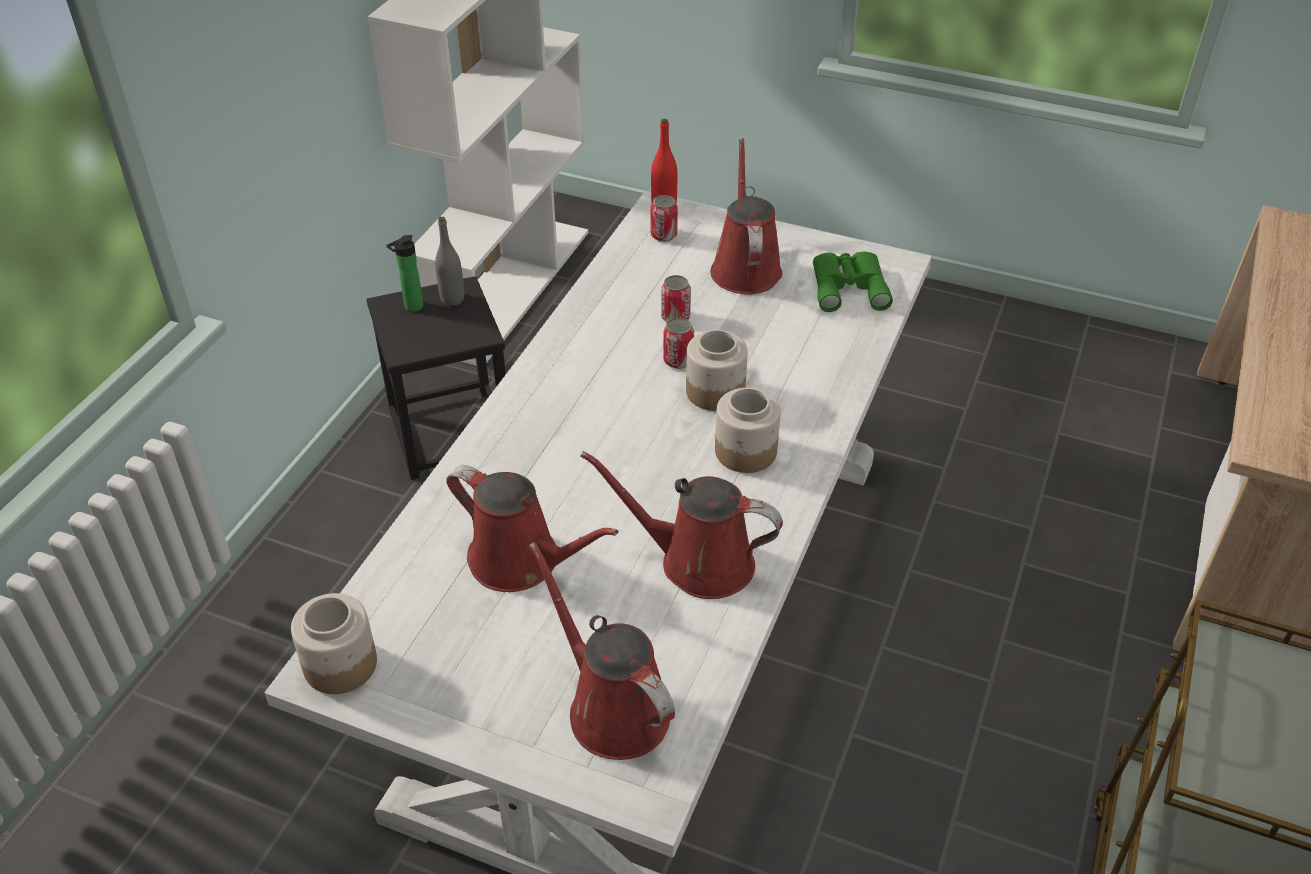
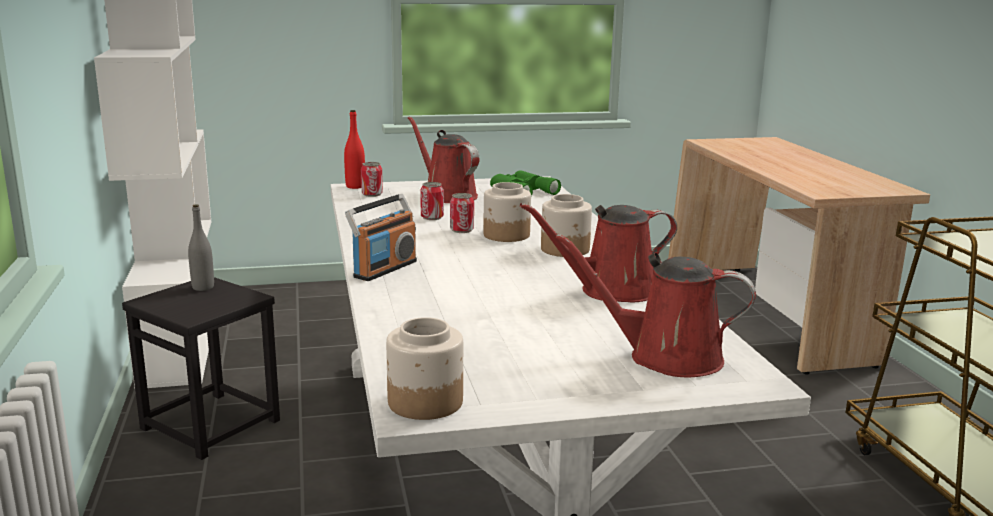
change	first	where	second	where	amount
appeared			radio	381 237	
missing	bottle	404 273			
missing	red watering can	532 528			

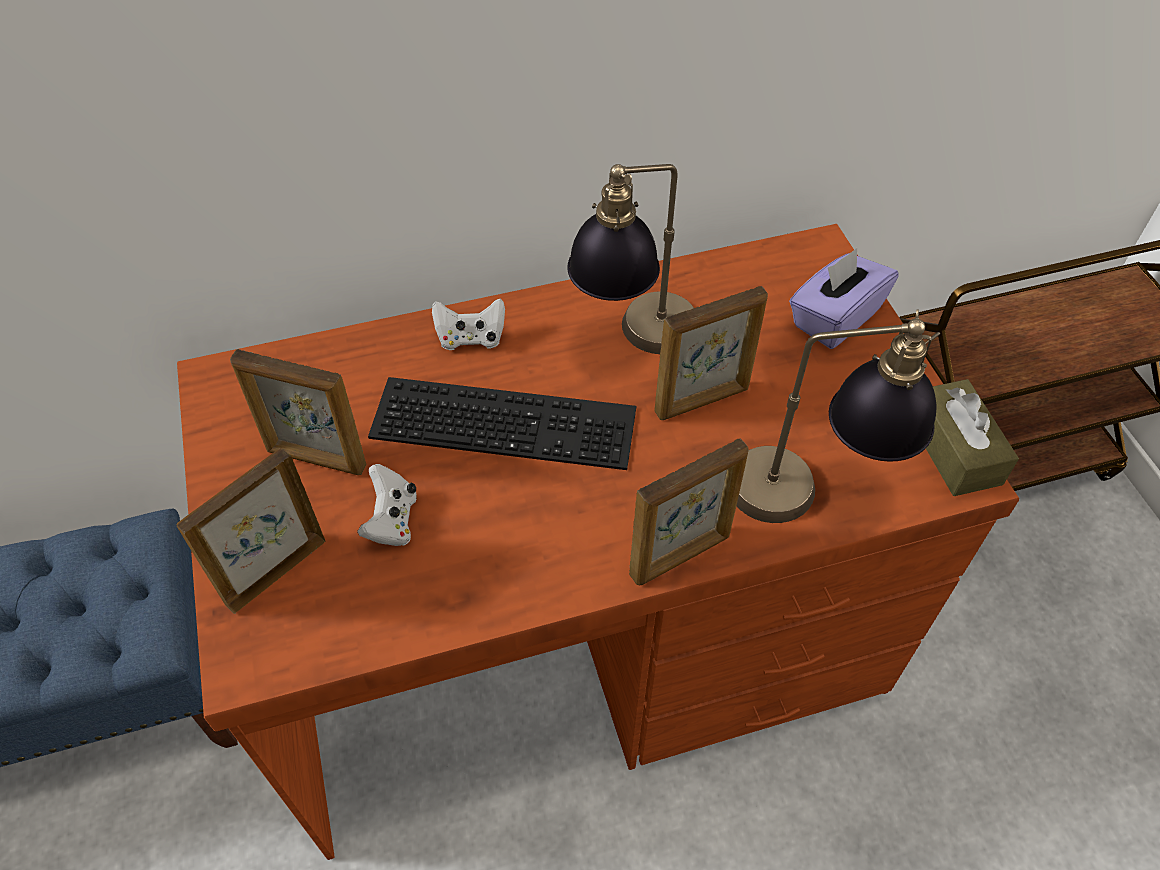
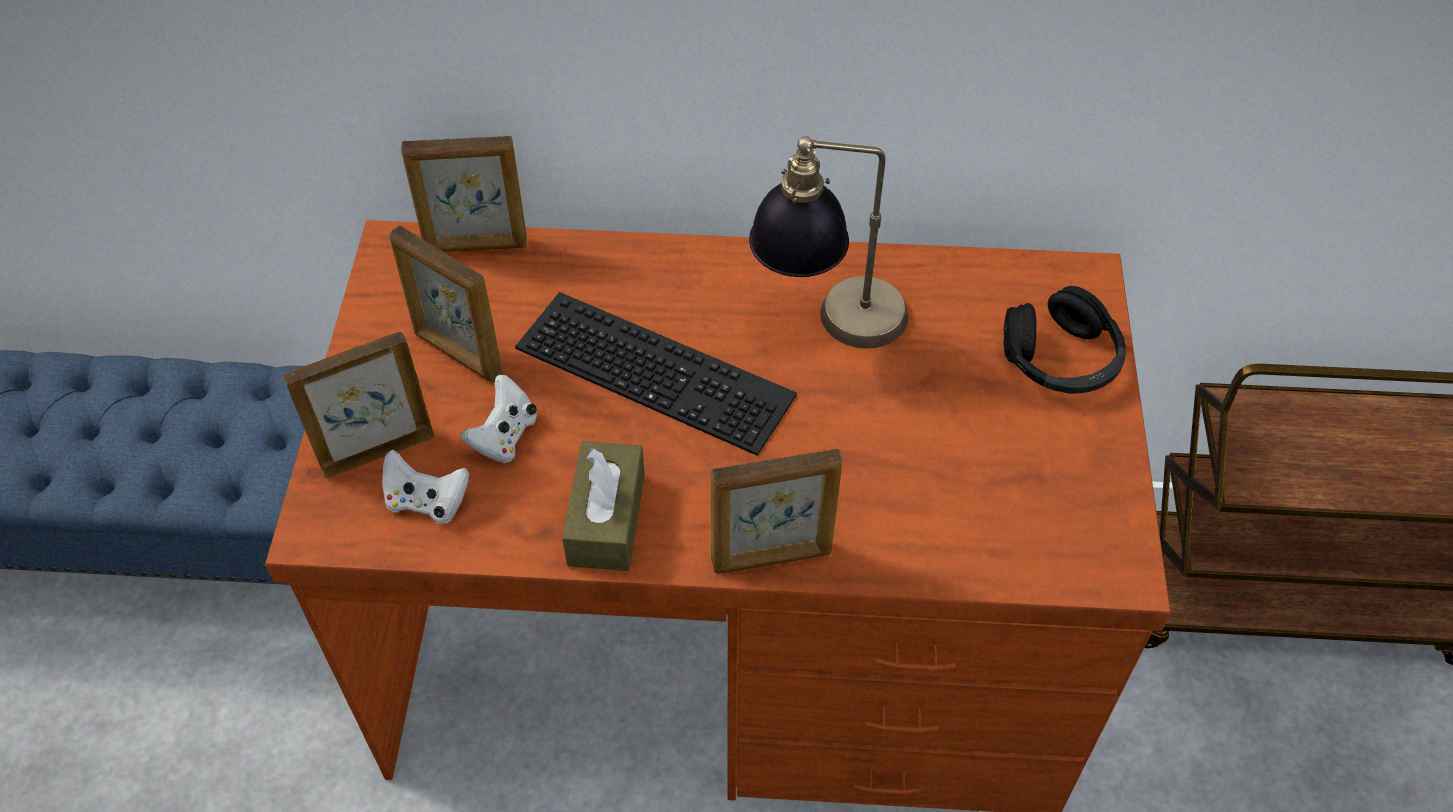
change	first	where	second	where	amount
relocated	white game controller	468 324		425 487	
relocated	picture frame	711 353		464 194	
relocated	brown tissue box	972 437		603 506	
exchanged	purple tissue box	844 298	black headphones	1064 340	
missing	table lamp	838 416			

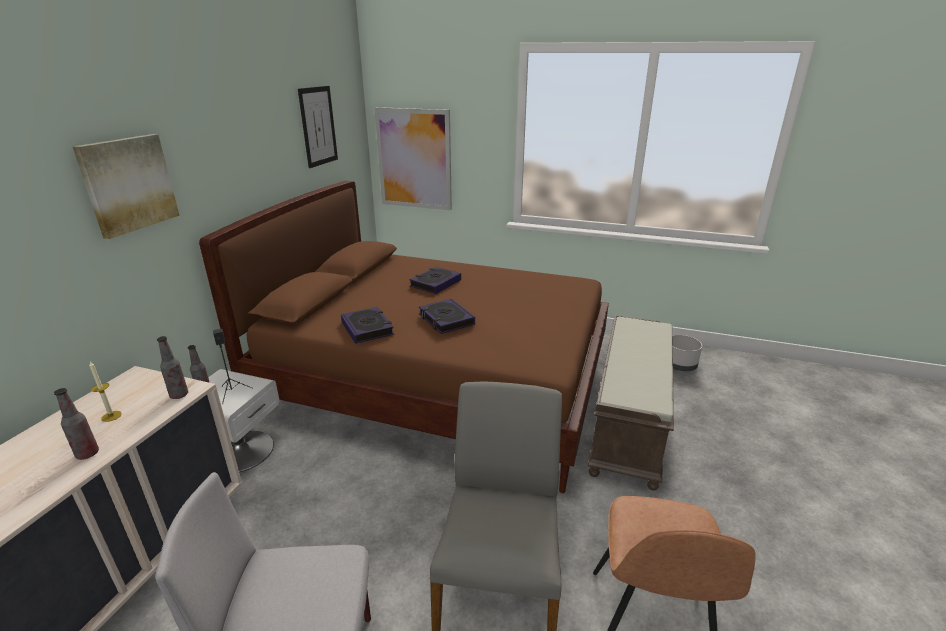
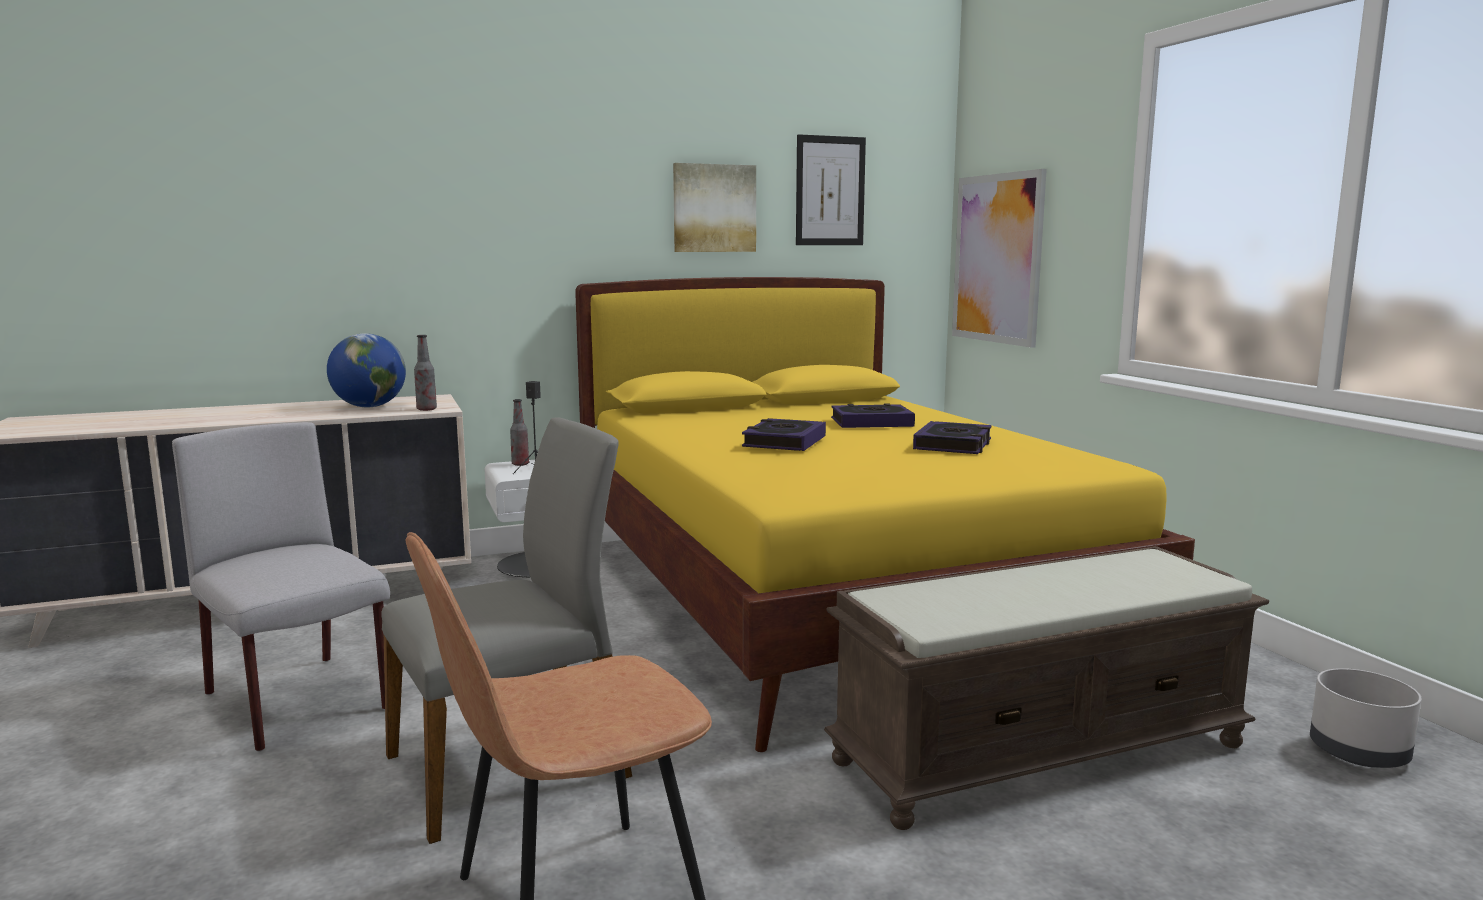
change	first	where	second	where	amount
exchanged	candle	105 392	globe	366 370	
colour	brown bed	404 337	yellow bed	885 514	
relocated	picture	126 186		714 207	
relocated	book	367 325		952 437	
missing	bottle	76 424			

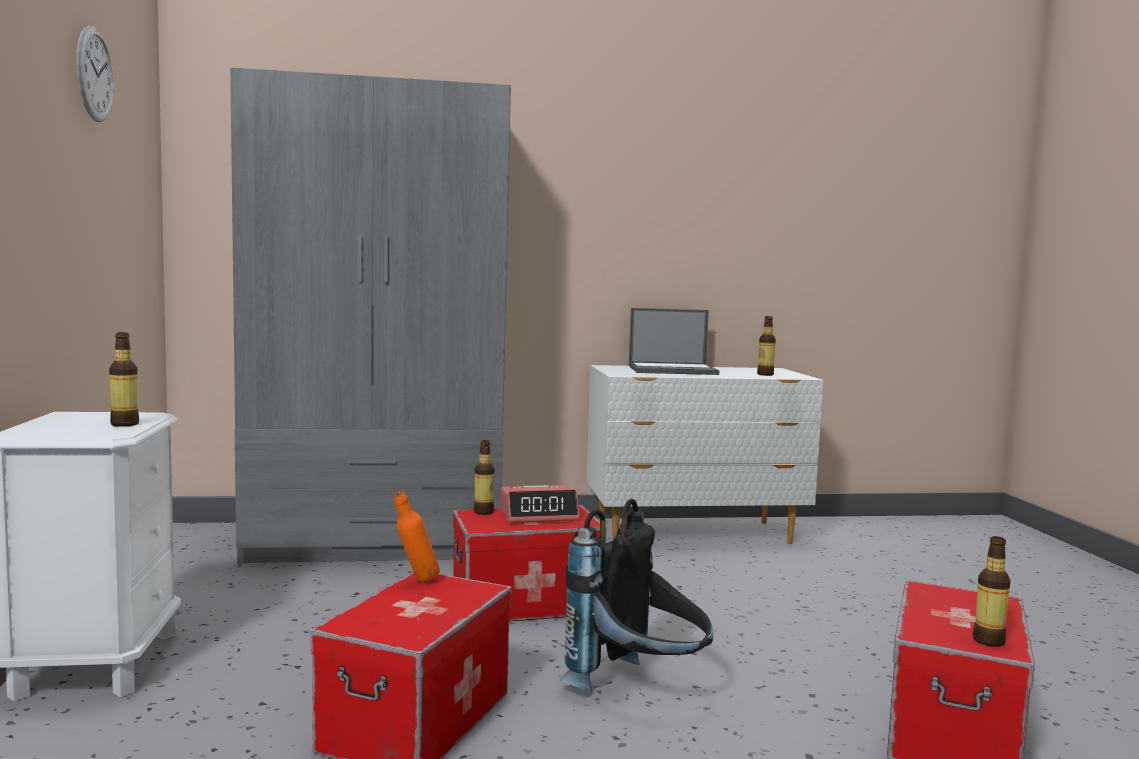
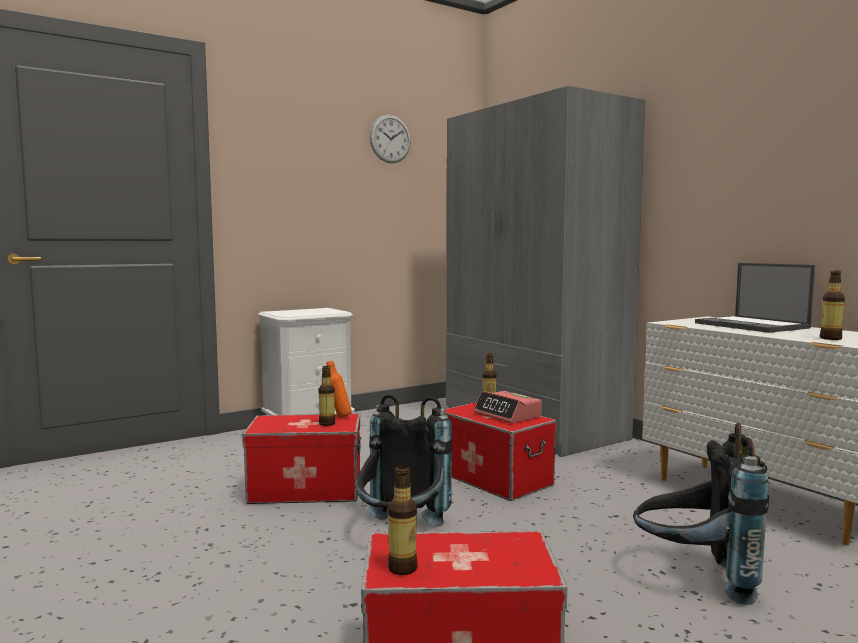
change	first	where	second	where	amount
relocated	bottle	124 379		327 396	
appeared			black backpack	701 514	

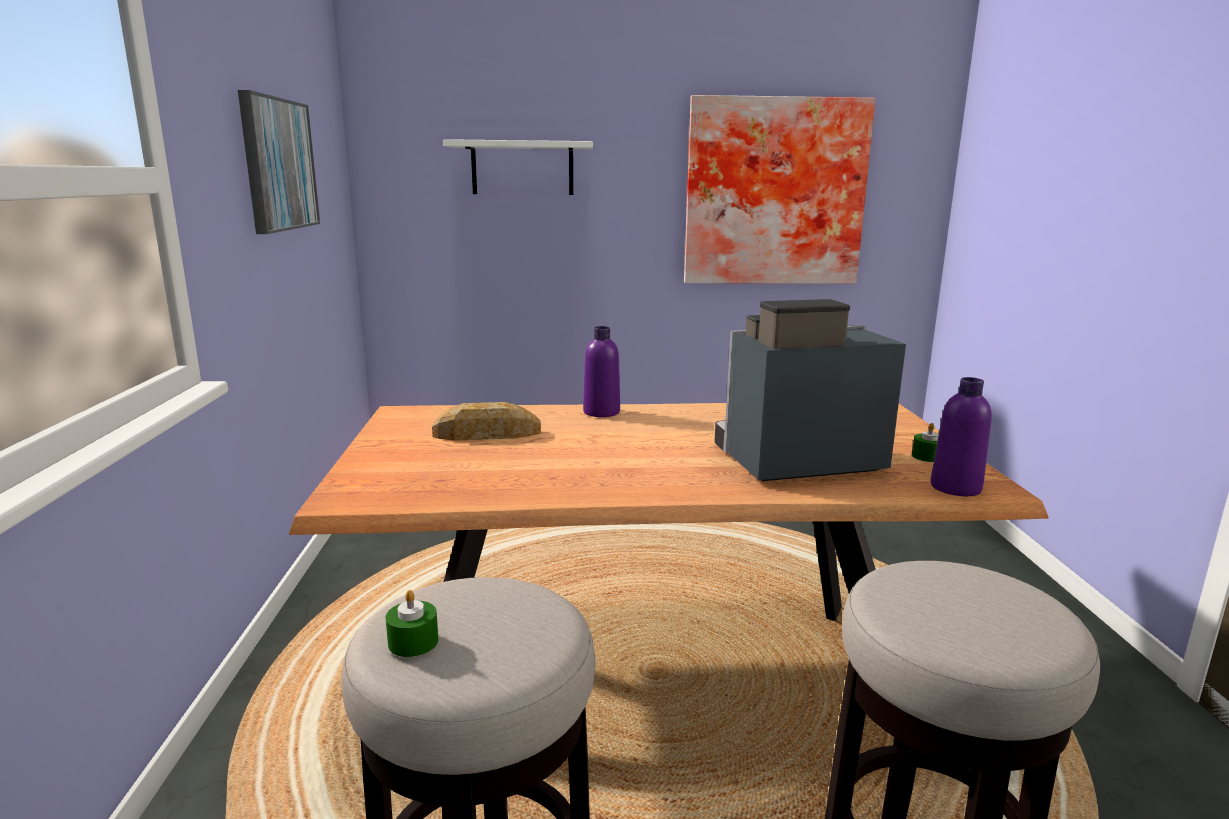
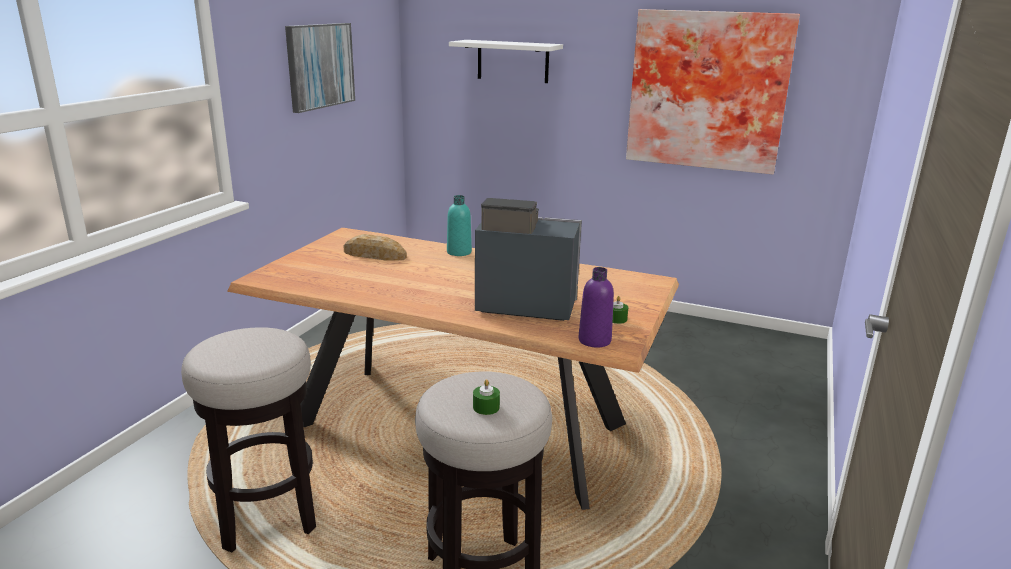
change	first	where	second	where	amount
colour	purple bottle	601 371	turquoise bottle	459 225	
relocated	green candle	412 623		486 397	

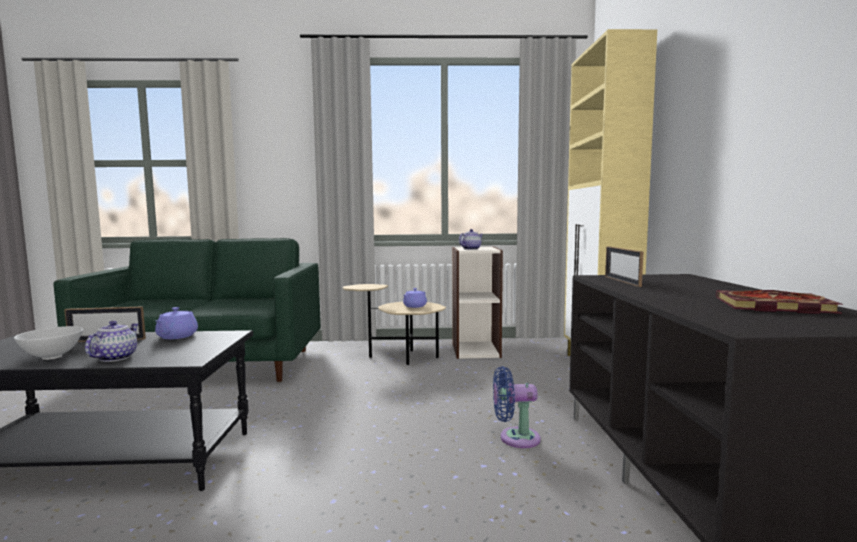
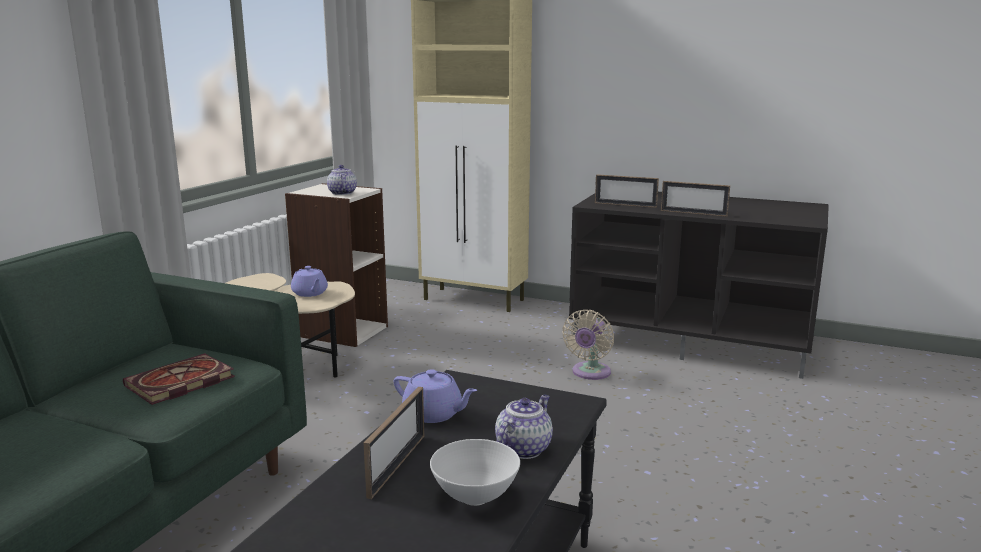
change	first	where	second	where	amount
relocated	book	779 302		179 379	
spun	teapot	111 341		524 427	90 degrees clockwise
colour	blue fan	517 407	beige fan	588 345	
appeared			picture frame	695 199	

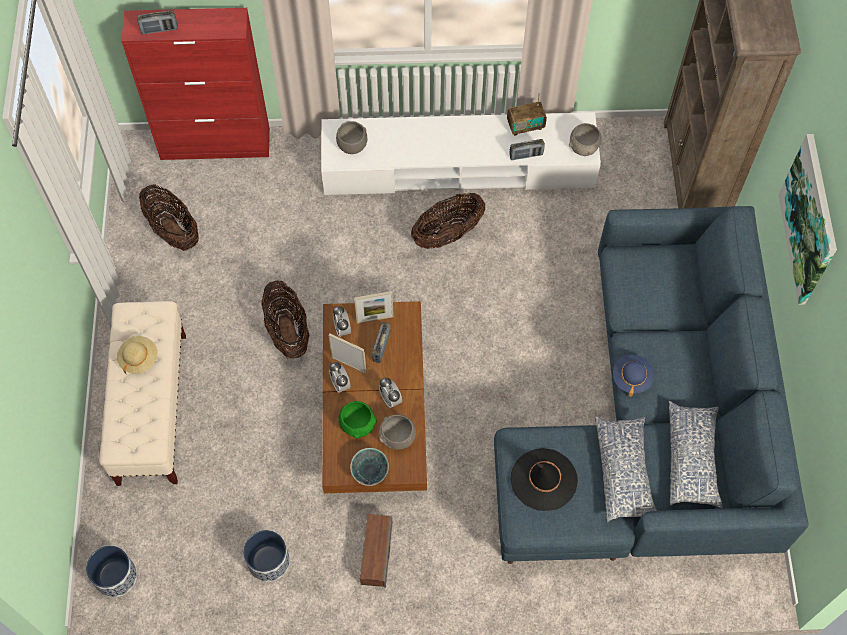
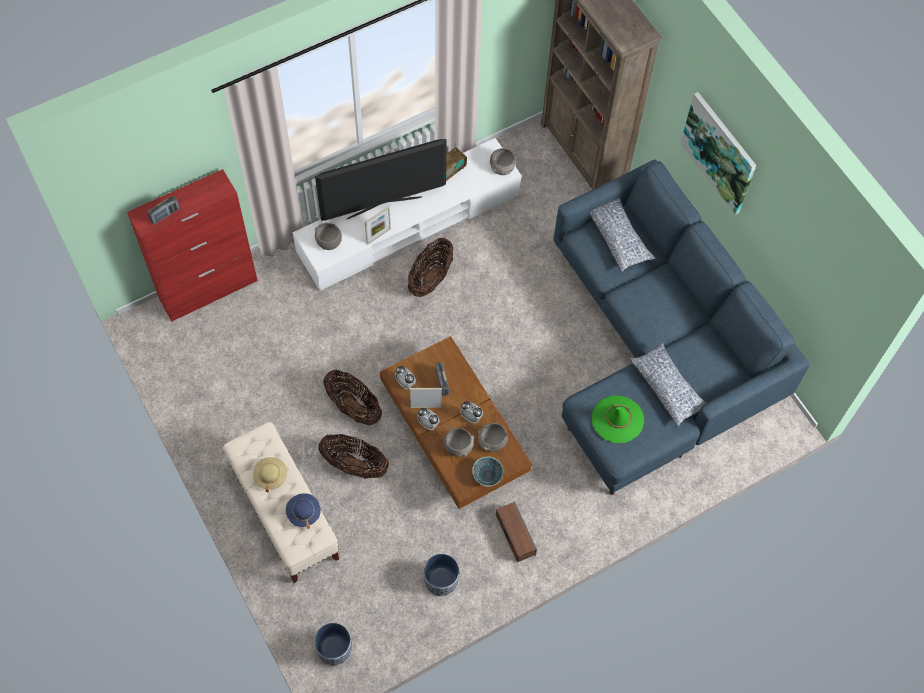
change	first	where	second	where	amount
relocated	blue hat	633 376		303 511	
appeared			television	381 180	
relocated	basket	169 217		353 456	
relocated	picture frame	374 307		378 225	
colour	green bowl	357 420	grey bowl	458 442	
relocated	pillow	695 454		622 235	
colour	black hat	544 479	green hat	618 419	
missing	radio	527 149			

